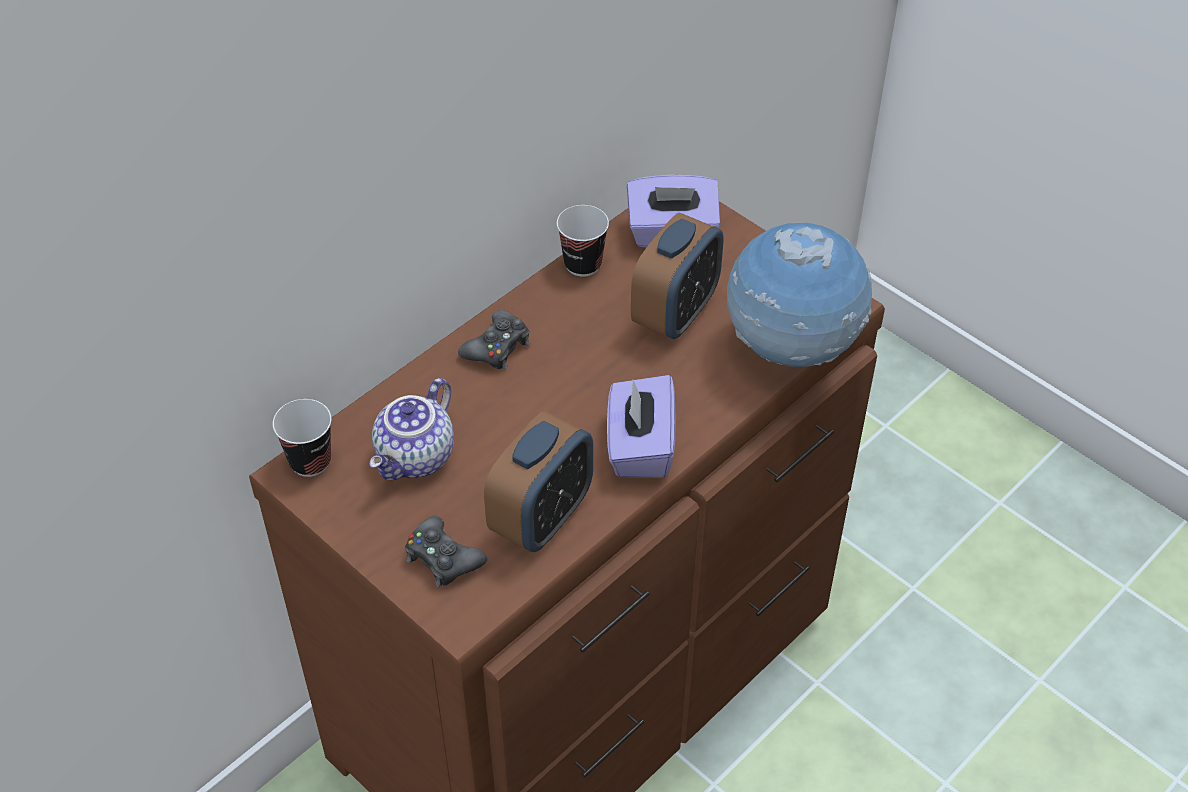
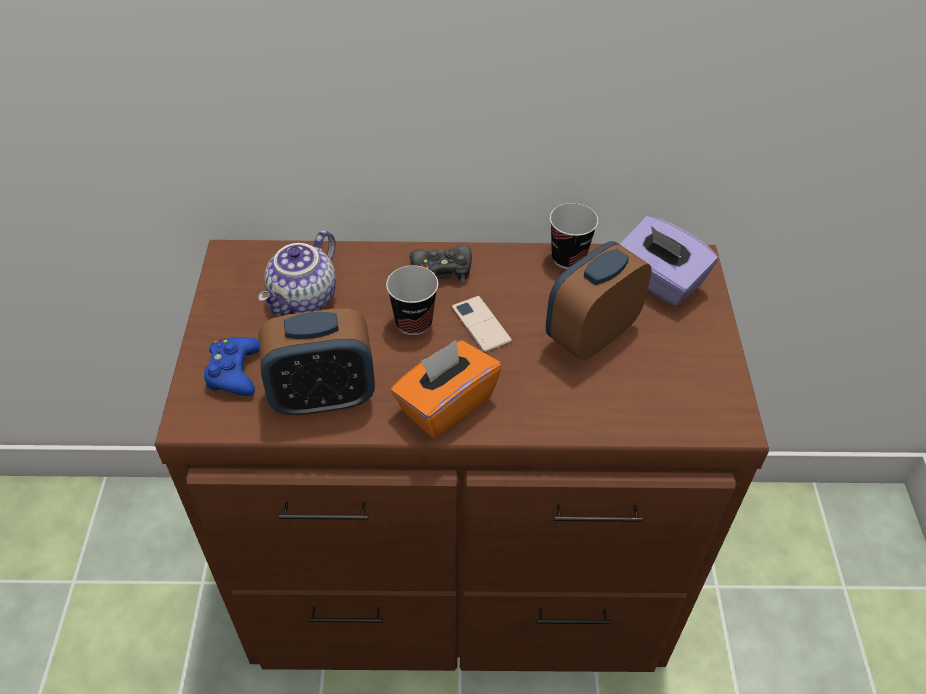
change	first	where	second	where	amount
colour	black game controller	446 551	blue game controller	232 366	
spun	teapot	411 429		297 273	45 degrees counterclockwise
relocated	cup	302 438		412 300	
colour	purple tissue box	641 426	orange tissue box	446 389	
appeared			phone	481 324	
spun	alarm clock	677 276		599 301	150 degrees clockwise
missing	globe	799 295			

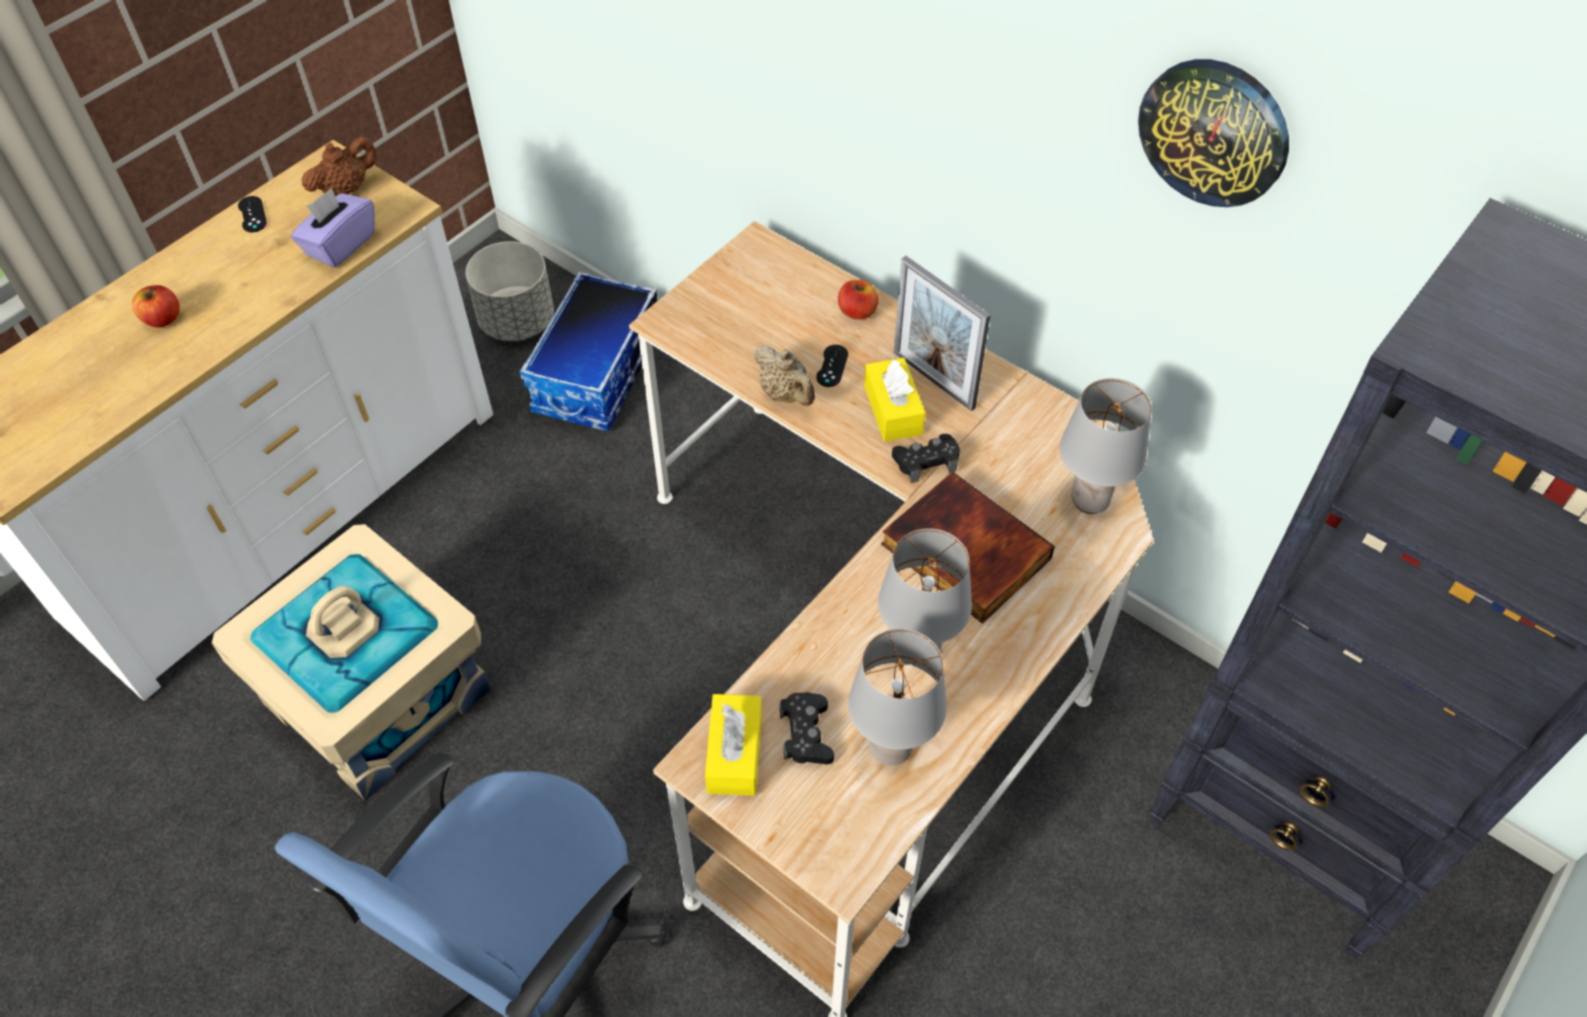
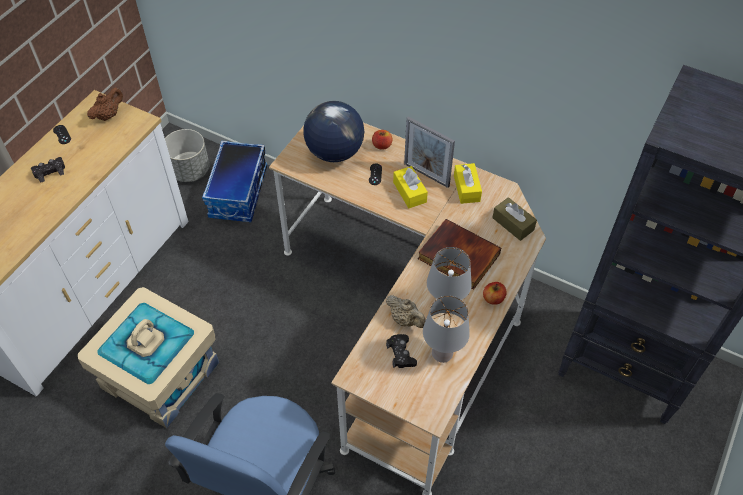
change	first	where	second	where	amount
relocated	black game controller	926 458		48 169	
appeared			globe	333 131	
relocated	beige teapot	784 375		406 311	
relocated	yellow tissue box	733 745		468 183	
relocated	apple	156 306		495 293	
exchanged	grey table lamp	1105 446	brown tissue box	514 219	
missing	purple tissue box	333 228			
missing	wall clock	1213 133			

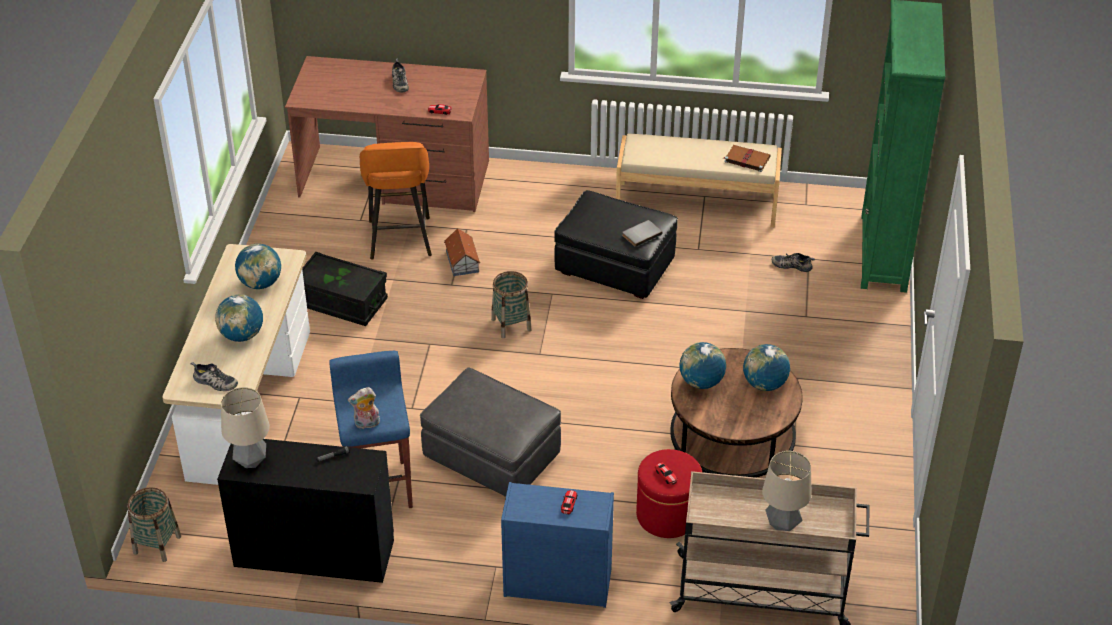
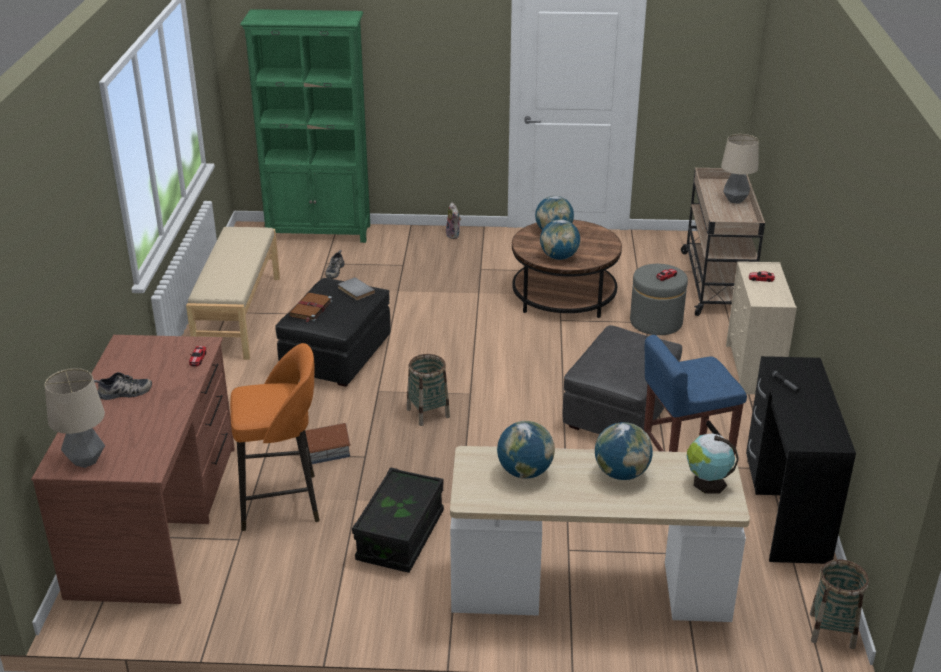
change	first	where	second	where	amount
relocated	table lamp	245 427		75 418	
relocated	brown book	747 158		310 307	
relocated	plush toy	364 408		453 221	
colour	red ottoman	669 493	grey ottoman	659 299	
exchanged	shoe	214 376	globe	712 463	
colour	blue dresser	557 545	beige dresser	761 327	

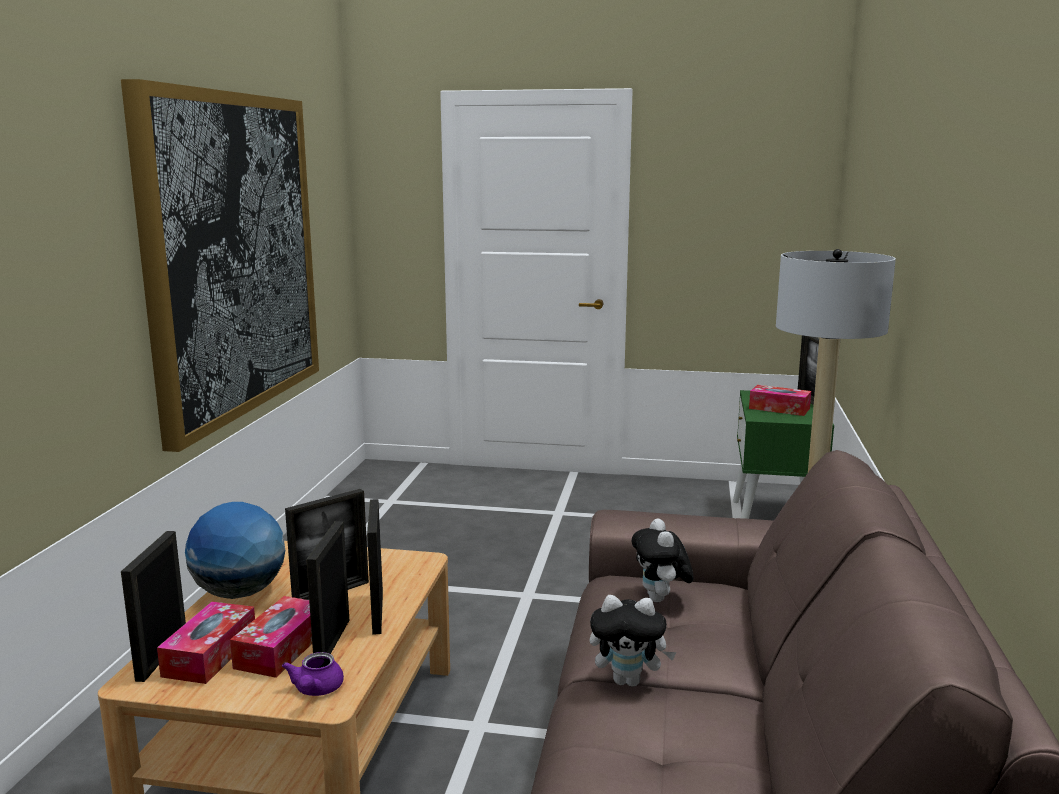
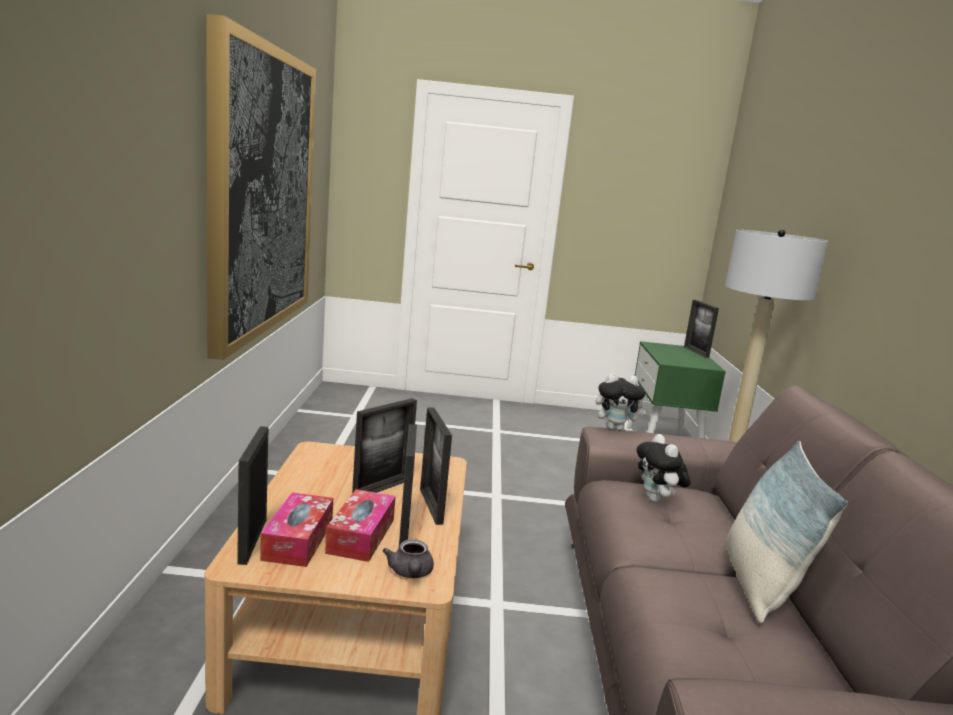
change	first	where	second	where	amount
colour	purple teapot	313 674	grey teapot	408 558	
relocated	plush toy	633 641		622 402	
appeared			pillow	786 532	
missing	globe	235 550			
missing	tissue box	780 400			

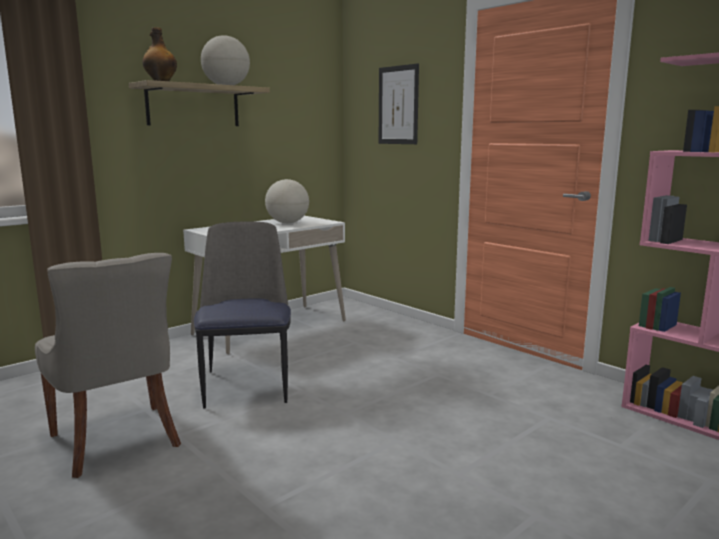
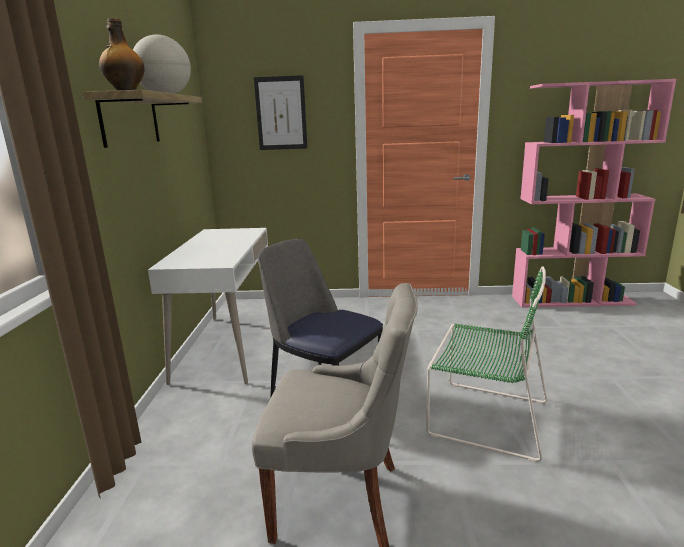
change	first	where	second	where	amount
appeared			green chair	486 364	
missing	globe	287 201			

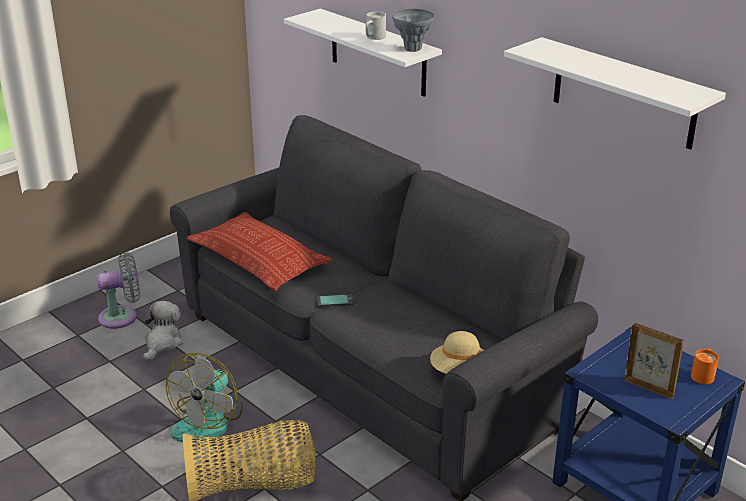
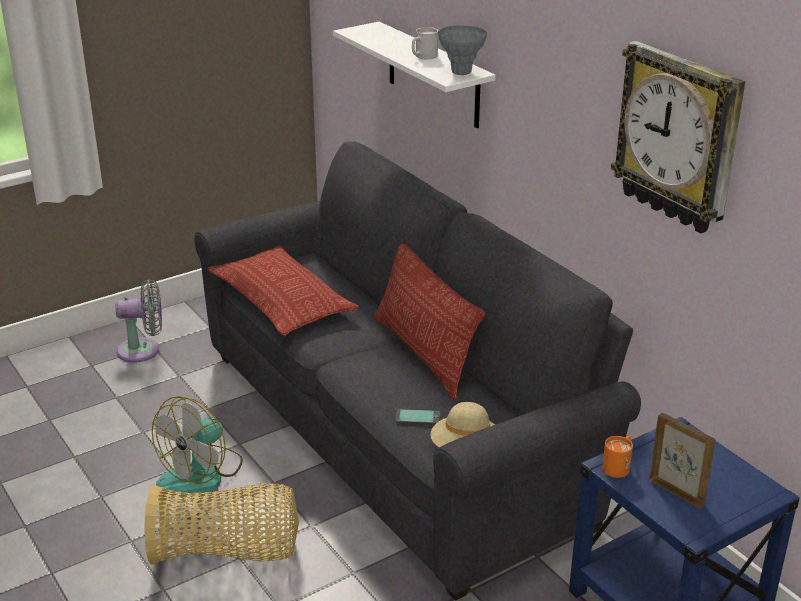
change	first	where	second	where	amount
appeared			pillow	429 321	
relocated	phone	335 300		418 417	
relocated	orange mug	705 366		617 456	
exchanged	white shelf	615 93	wall clock	678 137	
missing	plush toy	163 331			

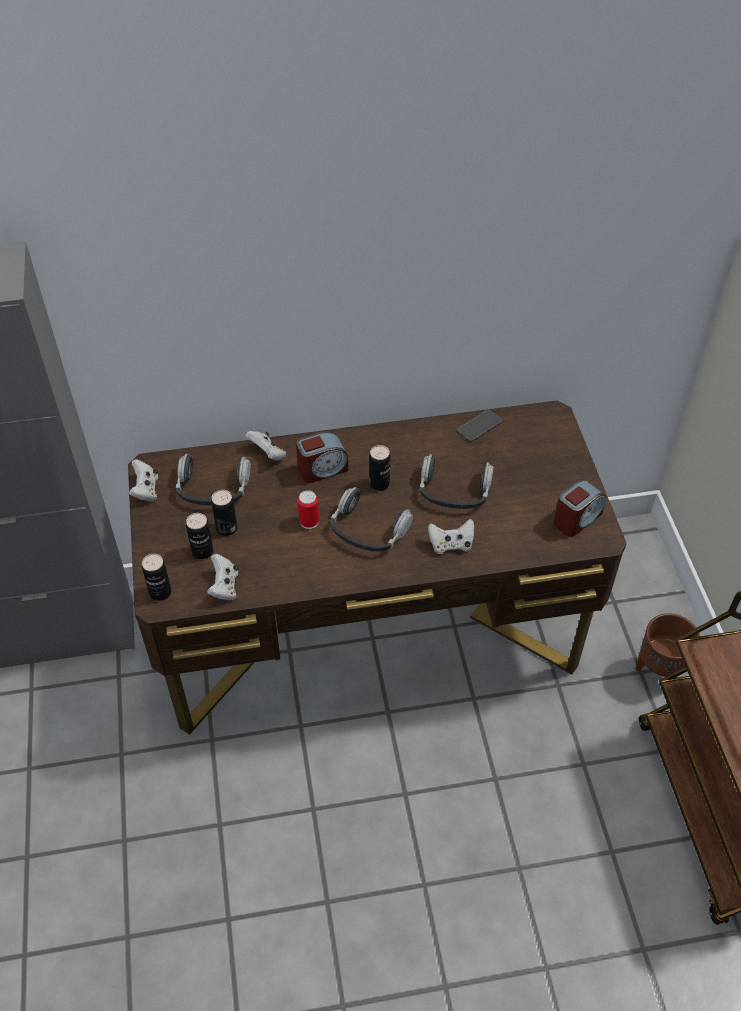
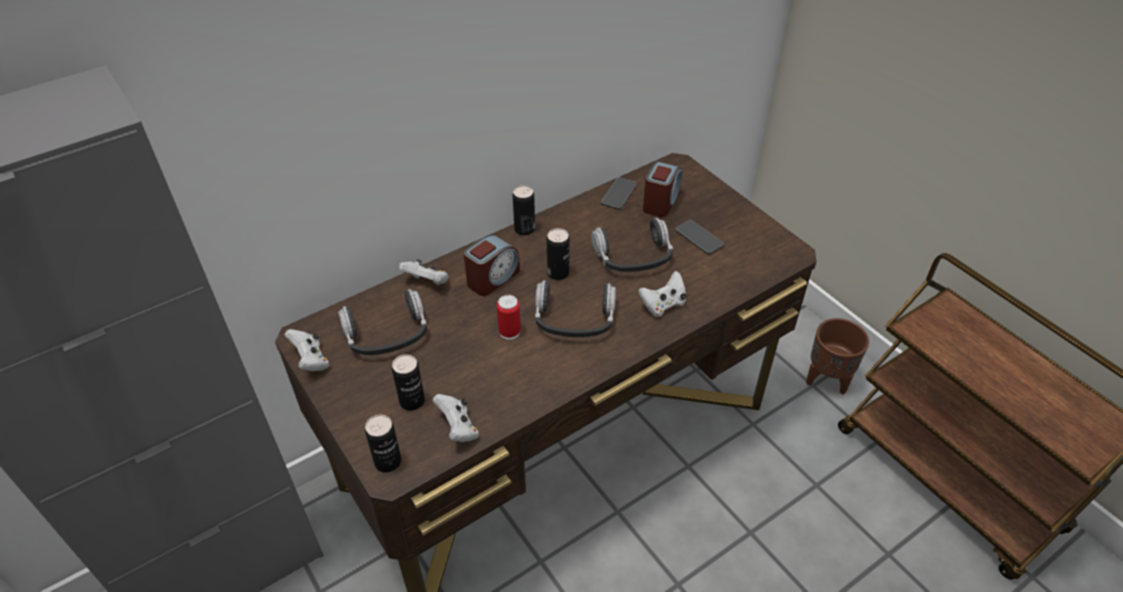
change	first	where	second	where	amount
relocated	can	224 513		524 210	
relocated	alarm clock	580 508		663 189	
appeared			phone	699 237	

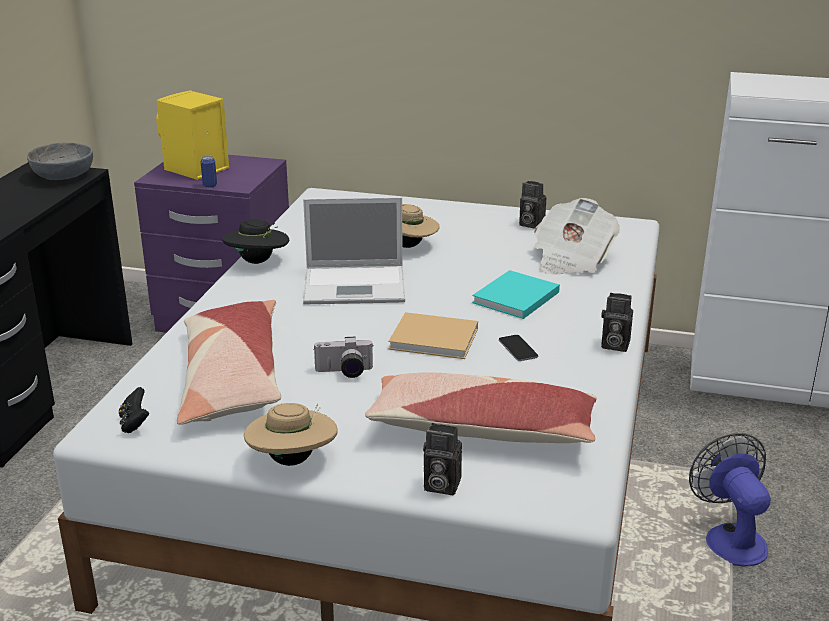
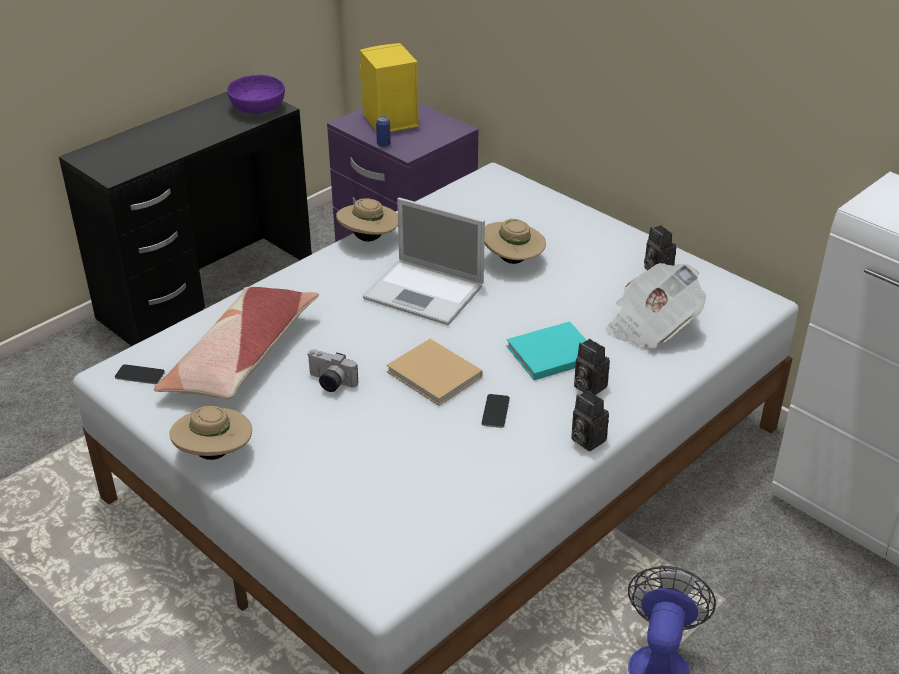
change	first	where	second	where	amount
exchanged	black game controller	134 410	phone	140 374	
colour	grey bowl	60 161	purple bowl	256 94	
colour	black hat	255 241	beige hat	367 220	
relocated	photo camera	442 459		592 367	
missing	pillow	481 407			

